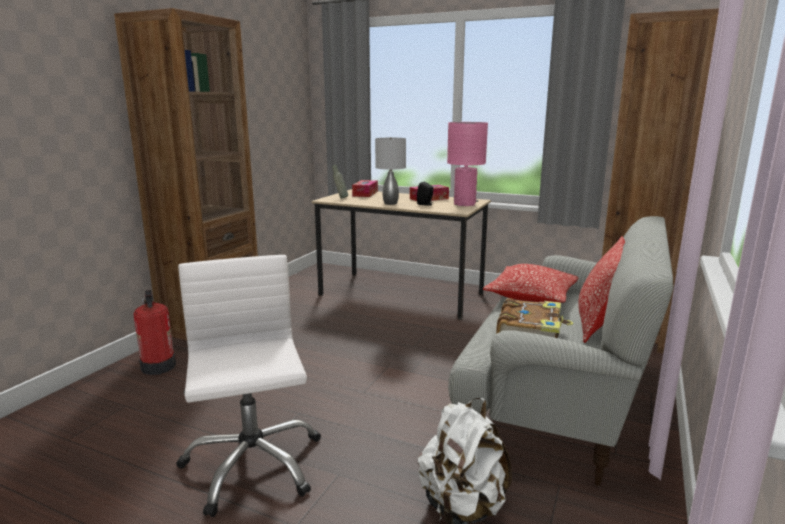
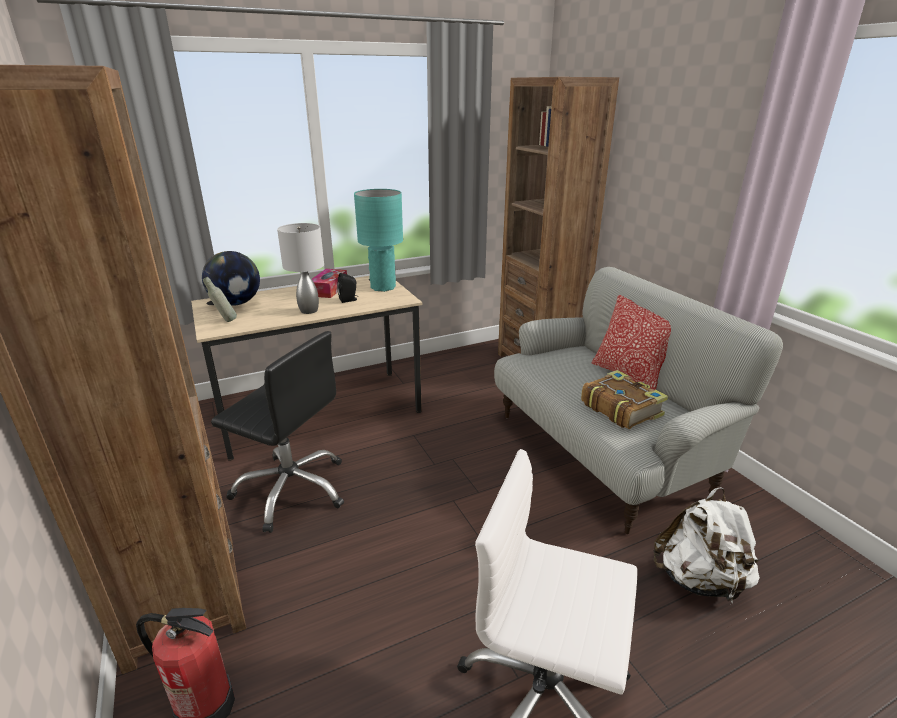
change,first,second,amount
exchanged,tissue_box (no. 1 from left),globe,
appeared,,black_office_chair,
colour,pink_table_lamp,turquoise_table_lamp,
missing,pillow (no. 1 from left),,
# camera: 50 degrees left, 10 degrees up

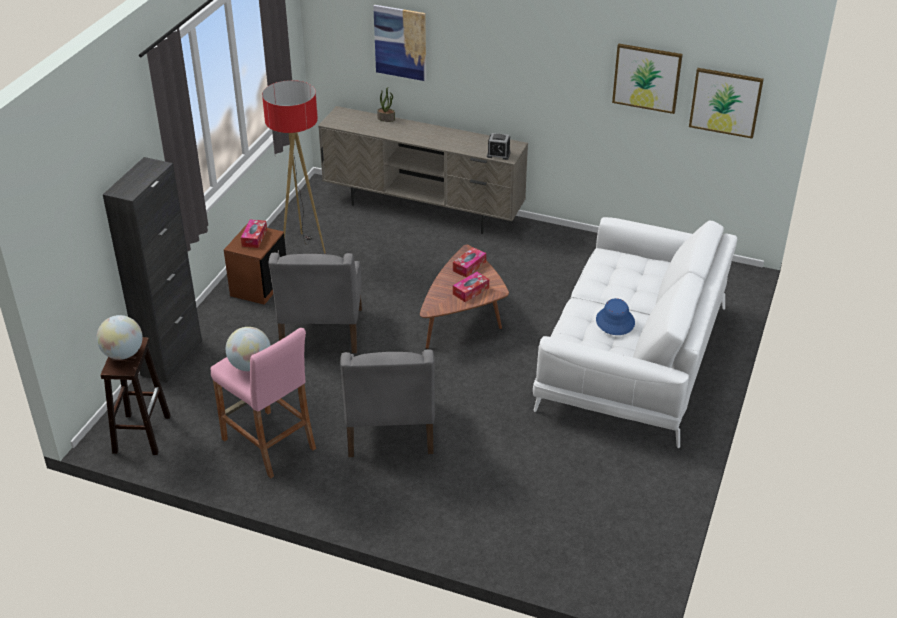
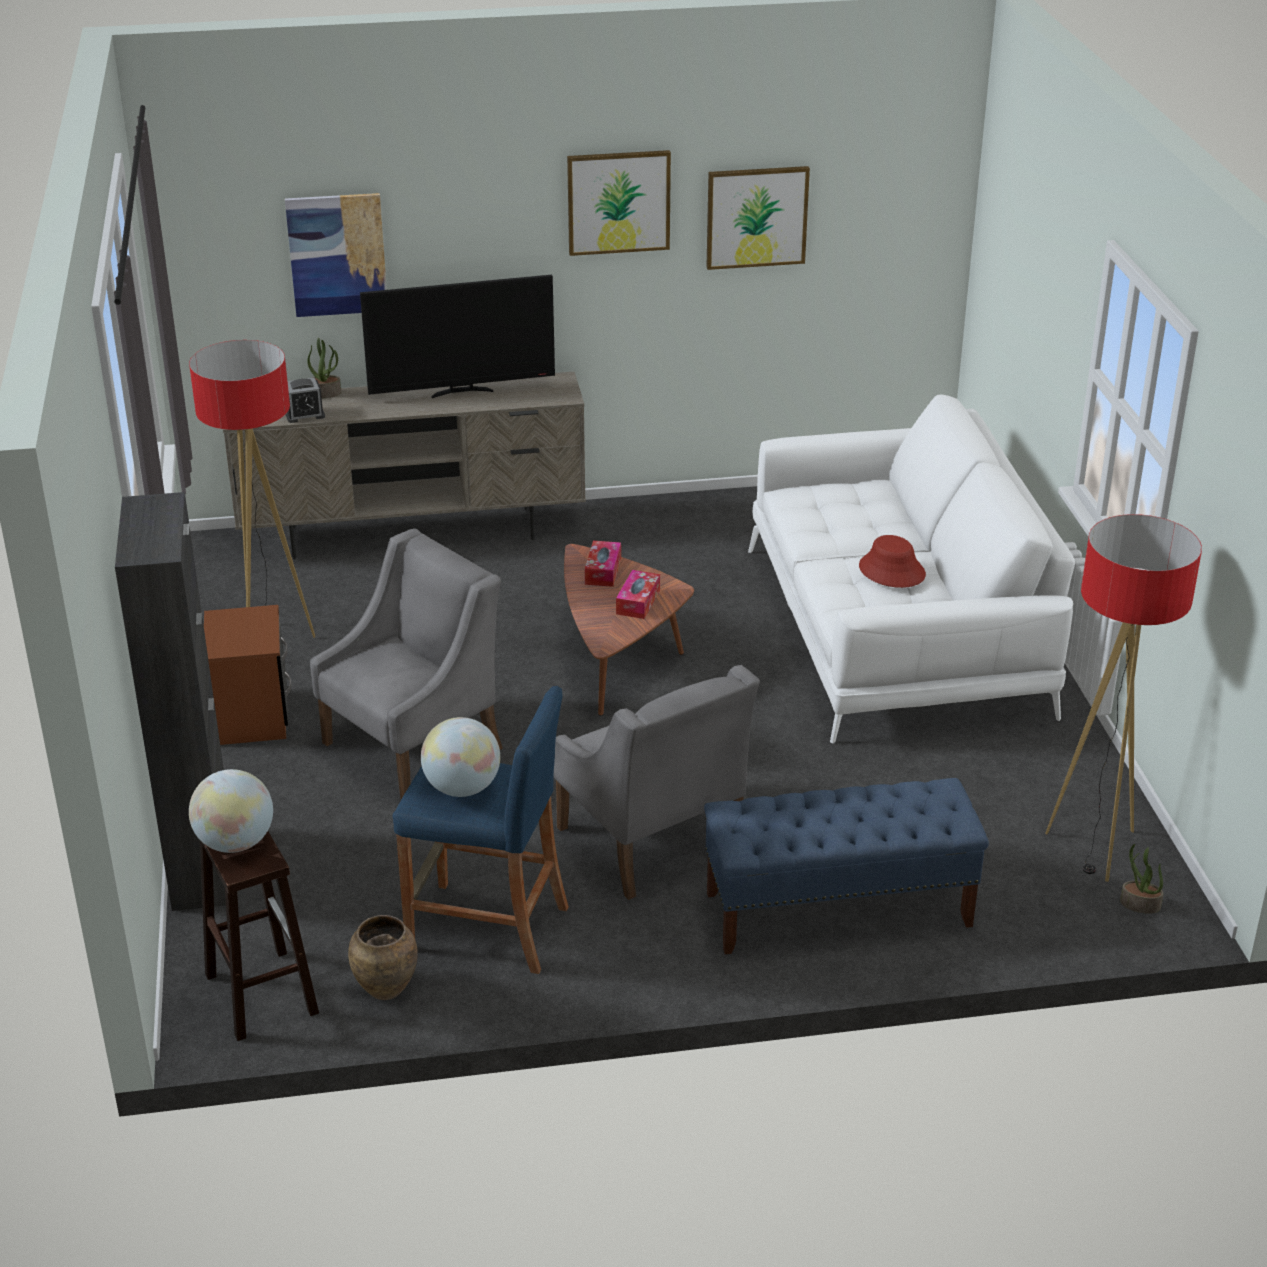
change,first,second,amount
relocated,alarm_clock,,
spun,grey_armchair (no. 1 from left),,105 degrees counterclockwise
appeared,,brown_vase,
appeared,,television,
colour,pink_stool,blue_stool,
relocated,picture (no. 3 from left in the first image),picture (no. 2 from left),
appeared,,blue_bench,
colour,blue_hat,red_hat,
appeared,,floor_lamp (no. 2 from left),
appeared,,potted_plant (no. 2 from left),
missing,tissue_box (no. 1 from left),,
# camera: 30 degrees left, 5 degrees down

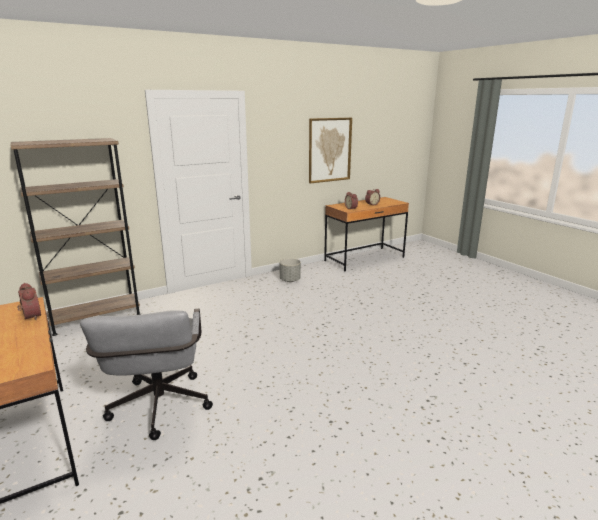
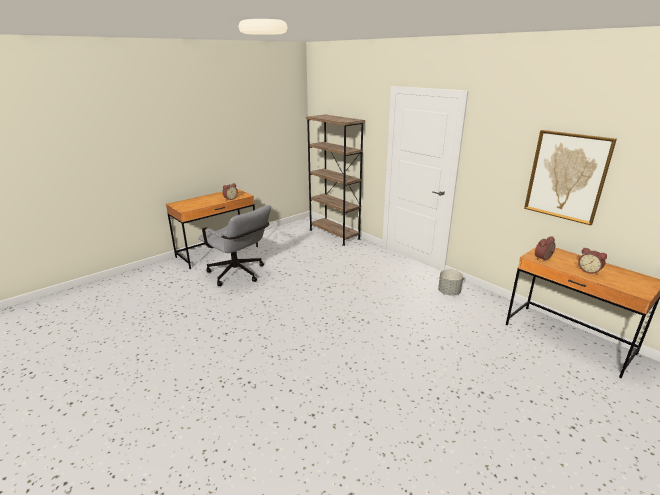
change,first,second,amount
spun,grey_office_chair,,120 degrees counterclockwise
# camera: 80 degrees right, 5 degrees up

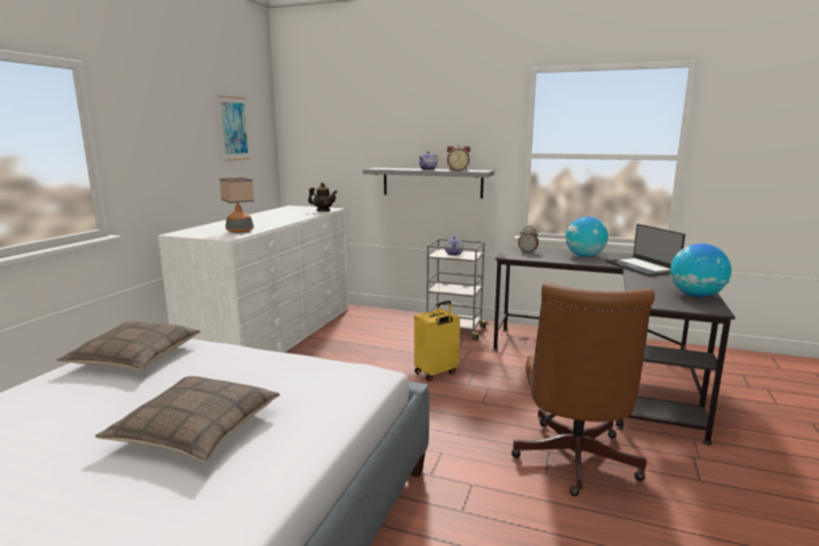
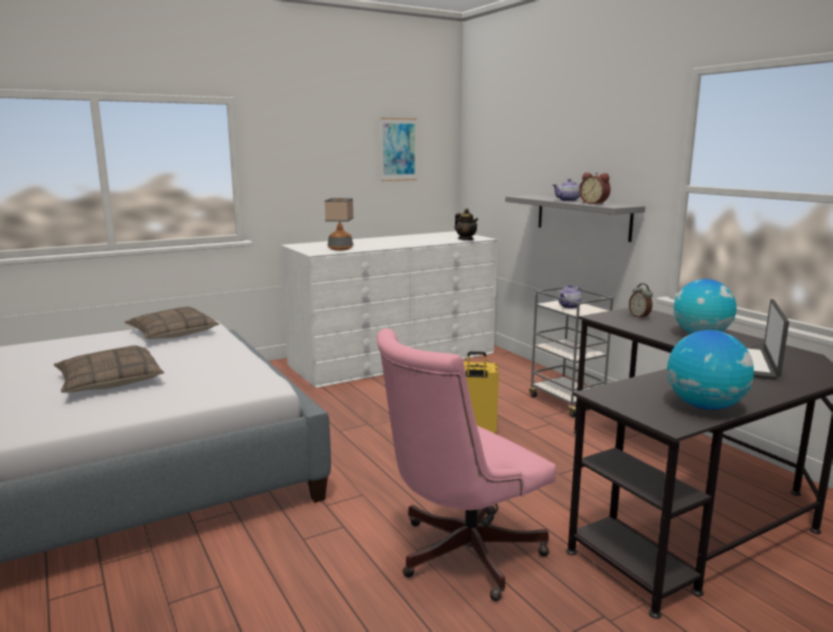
change,first,second,amount
colour,brown_office_chair,pink_office_chair,
# camera: 40 degrees right, 0 degrees up

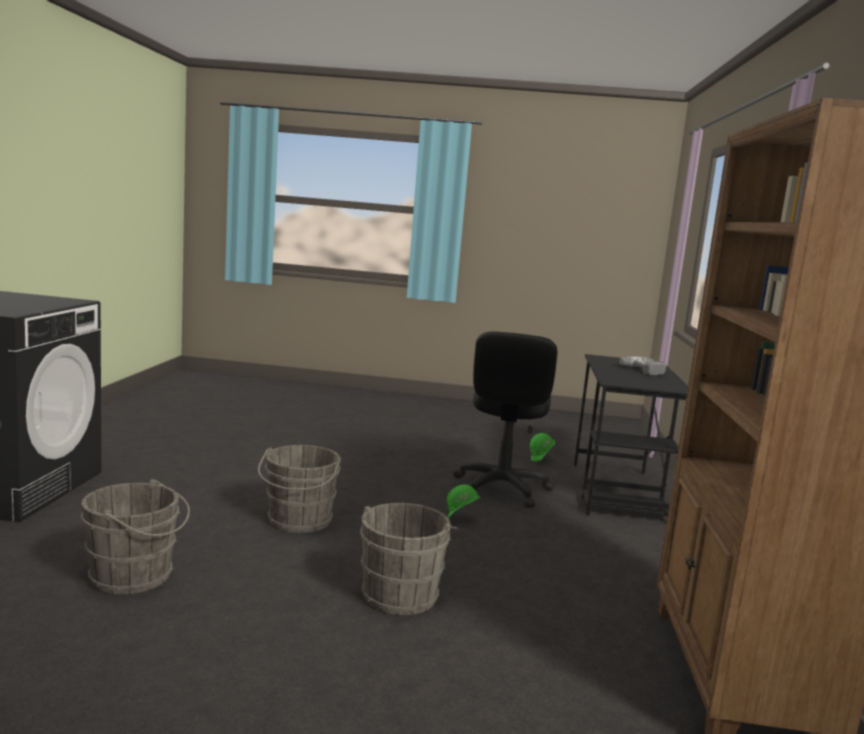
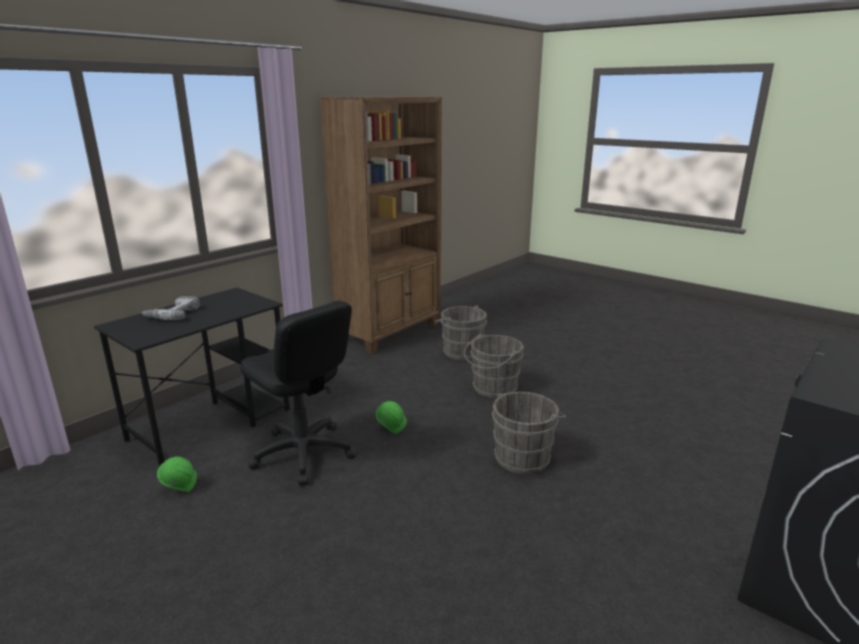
change,first,second,amount
spun,black_office_chair,,90 degrees clockwise
relocated,grey_bucket (no. 1 from left),,
# camera: 145 degrees left, 10 degrees up

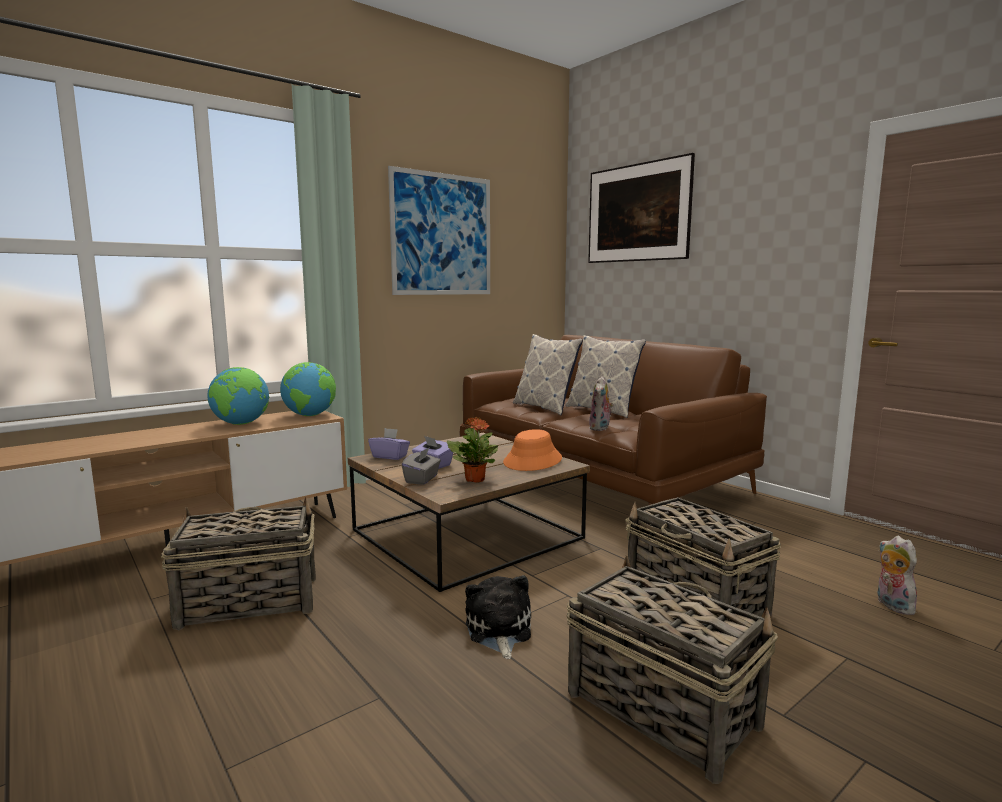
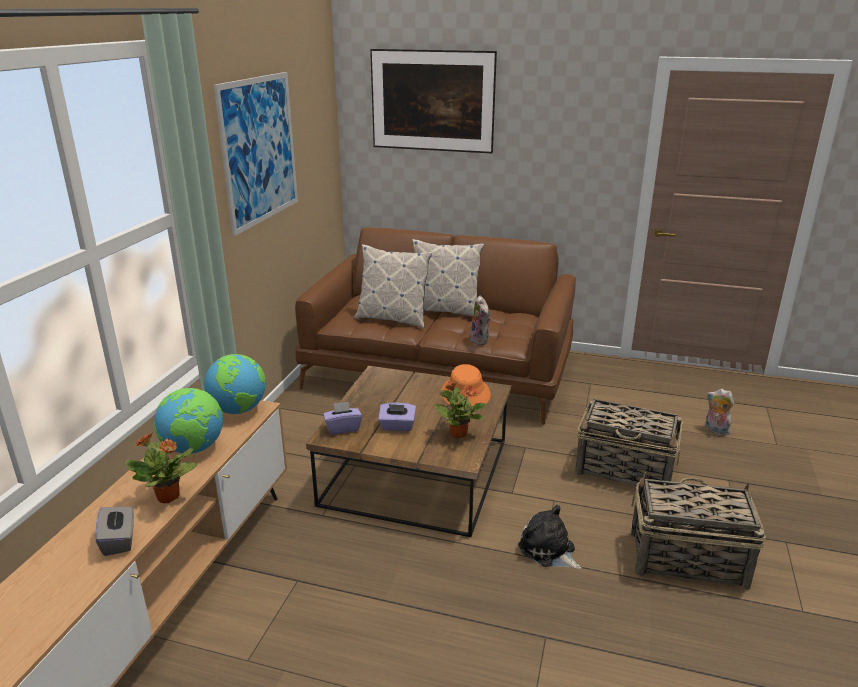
change,first,second,amount
relocated,grey_tissue_box,,
appeared,,potted_plant (no. 1 from left),
missing,basket (no. 1 from left),,
# camera: 35 degrees left, 15 degrees up

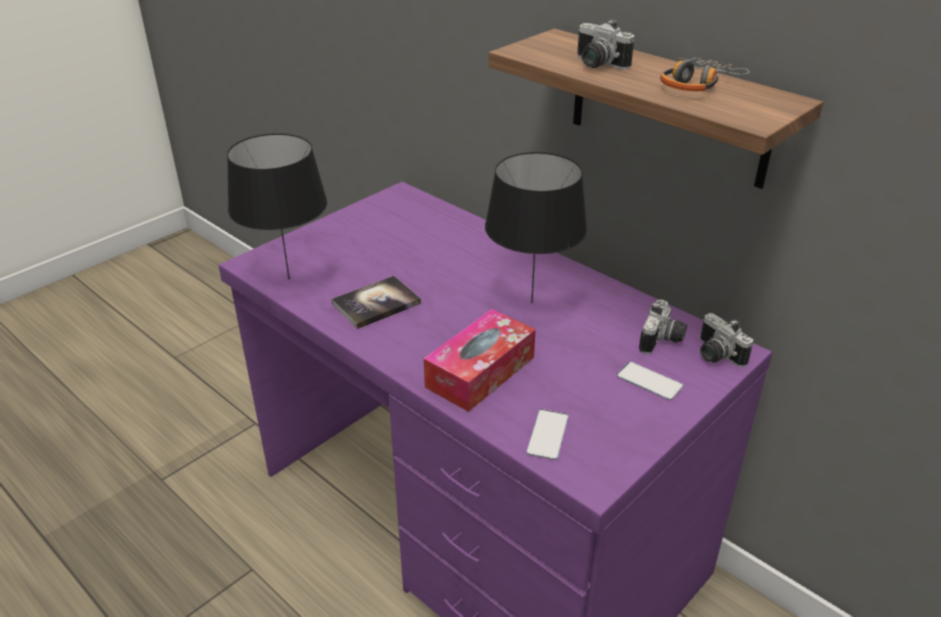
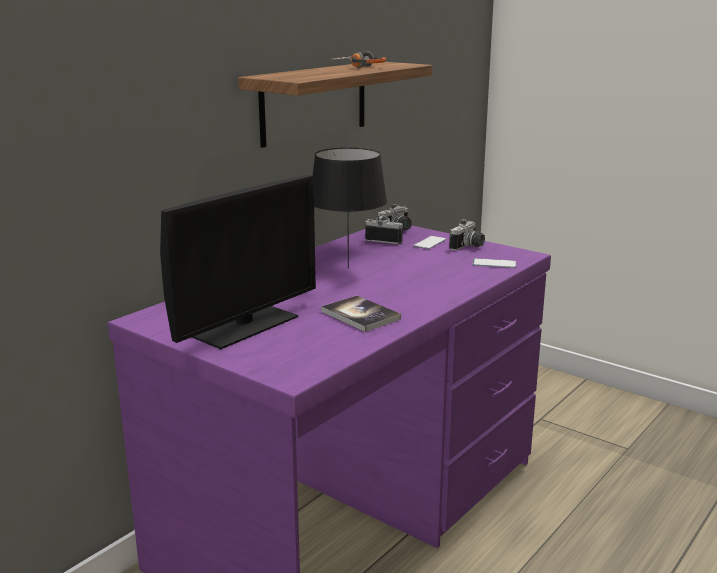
change,first,second,amount
appeared,,monitor,
relocated,photo_camera (no. 1 from left in the first image),photo_camera (no. 3 from left),
missing,black_table_lamp (no. 1 from left),,
missing,tissue_box,,
# camera: 95 degrees left, 15 degrees down

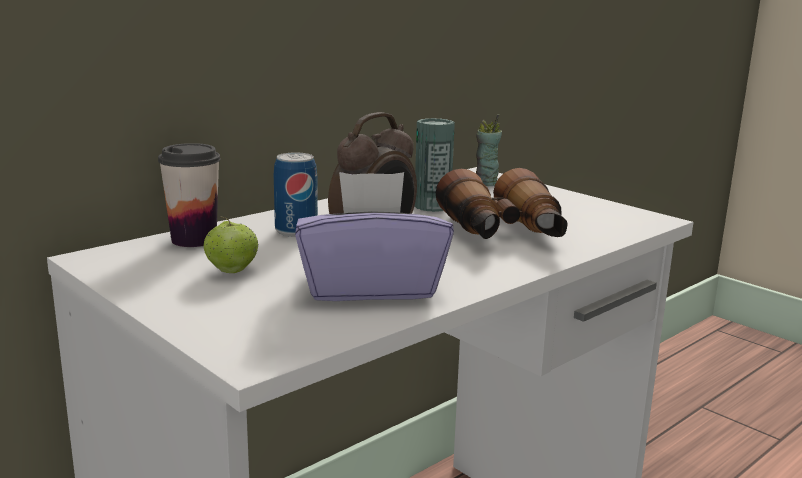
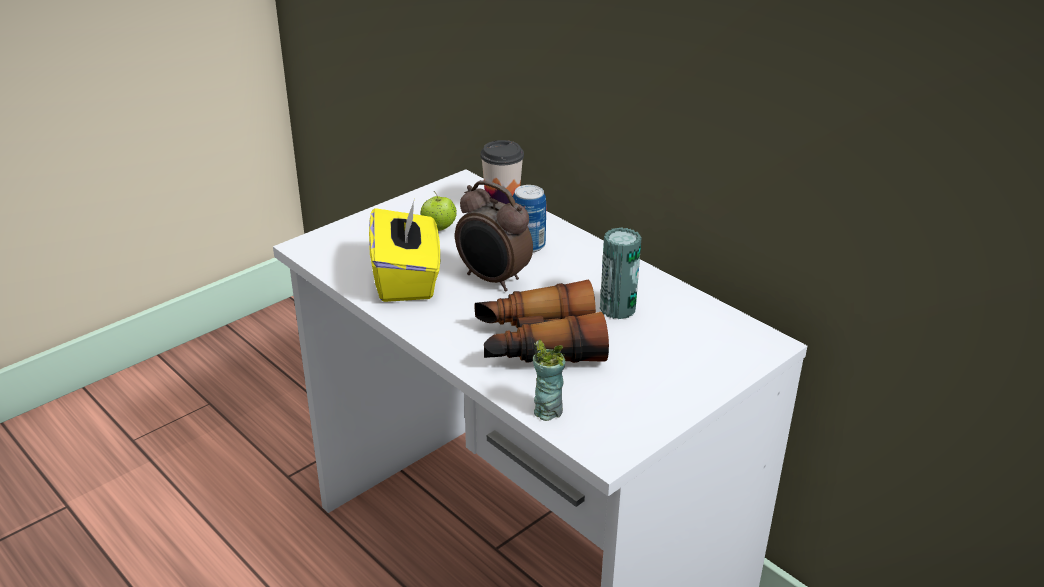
change,first,second,amount
colour,purple_tissue_box,yellow_tissue_box,
relocated,cup (no. 2 from left),,
# camera: 90 degrees right, 15 degrees up

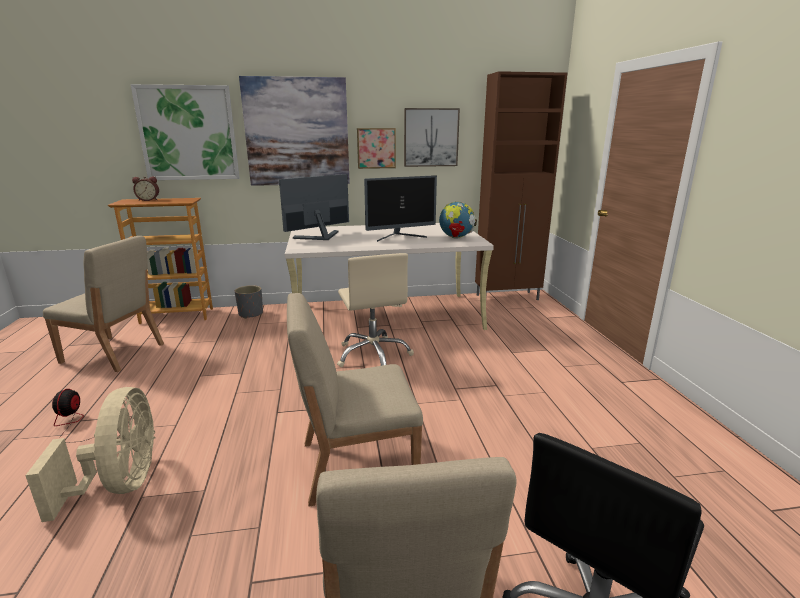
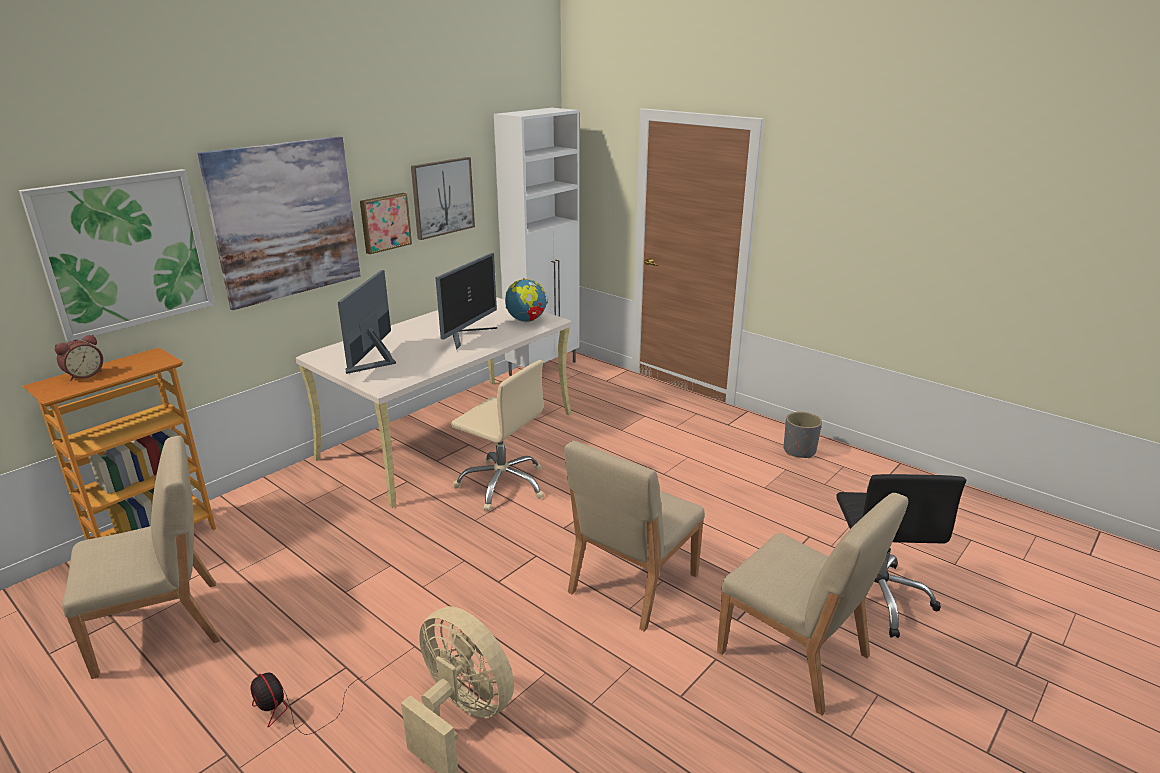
change,first,second,amount
colour,brown_cabinet,white_cabinet,
relocated,grey_planter,,
# camera: 40 degrees left, 5 degrees up

